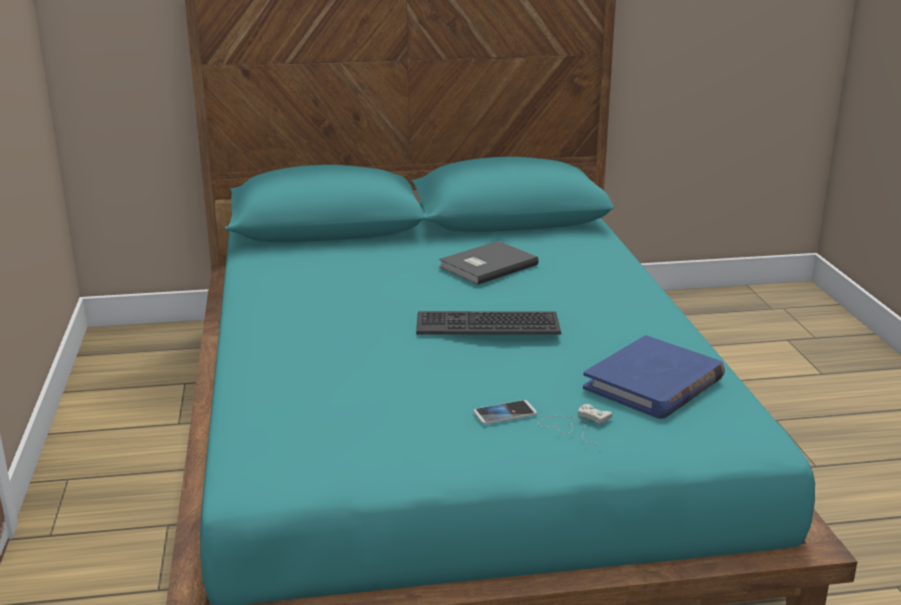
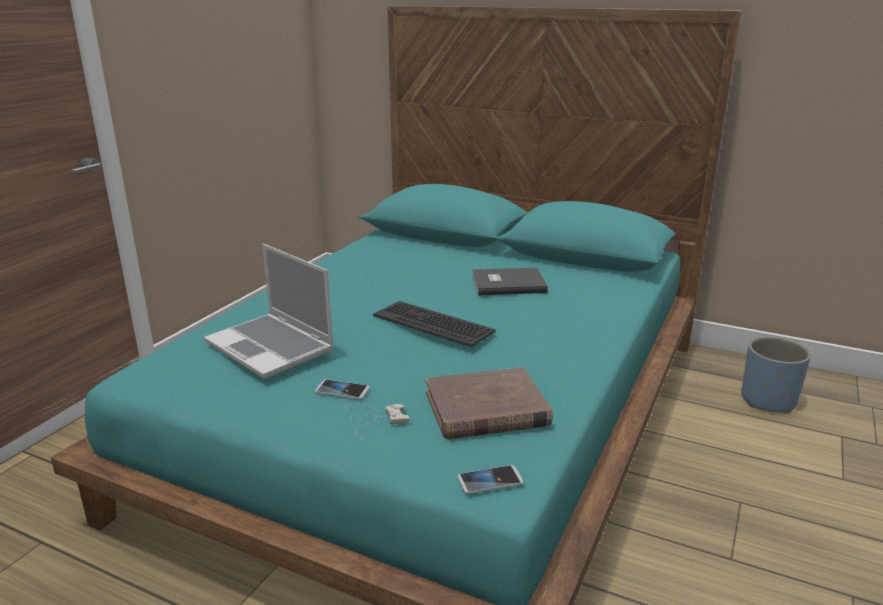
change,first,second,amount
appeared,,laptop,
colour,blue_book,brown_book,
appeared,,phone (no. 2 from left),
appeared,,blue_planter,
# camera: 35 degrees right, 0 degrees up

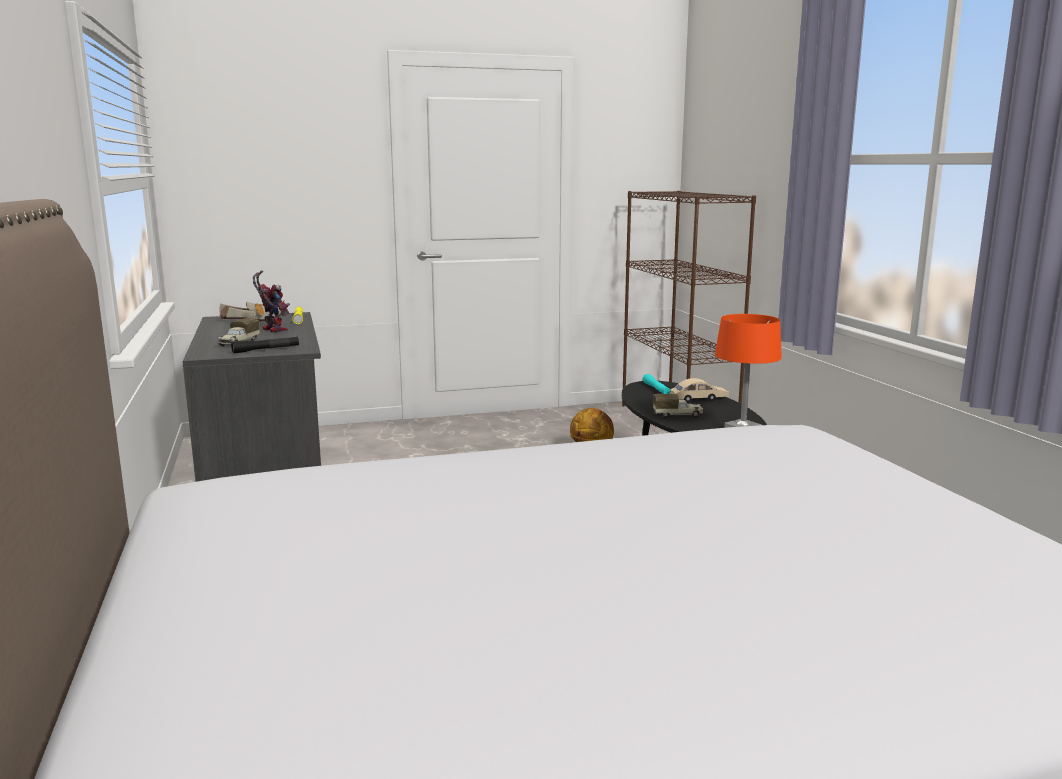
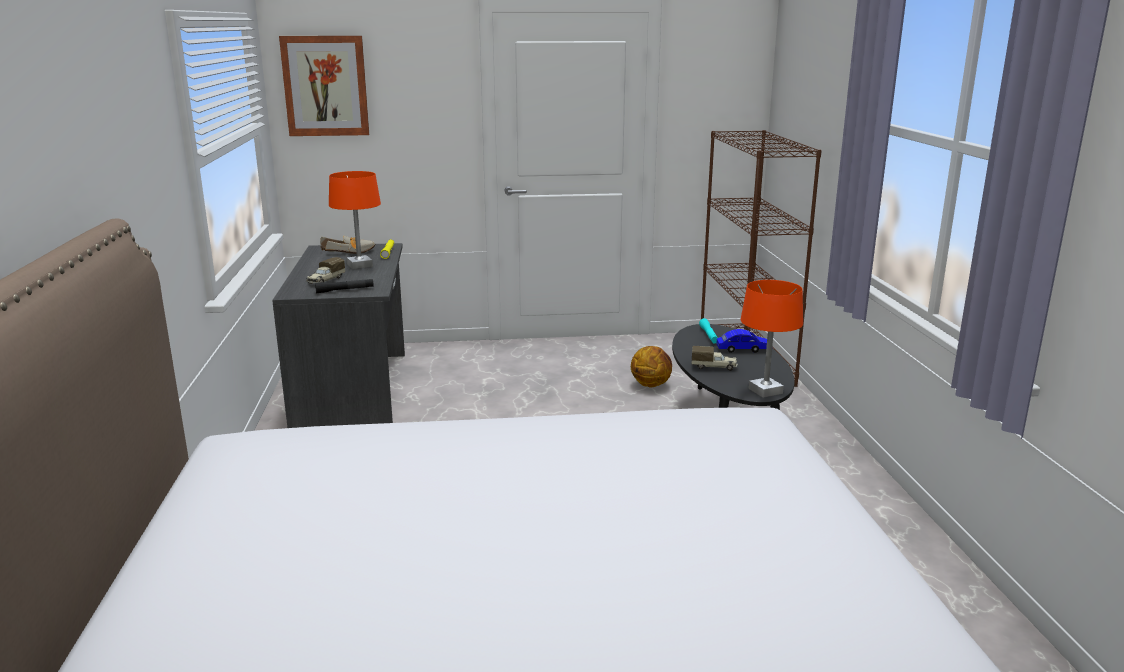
change,first,second,amount
appeared,,picture,
exchanged,toy_robot,orange_table_lamp (no. 1 from left),
colour,beige_toy_car,blue_toy_car,
# camera: 10 degrees right, 5 degrees up

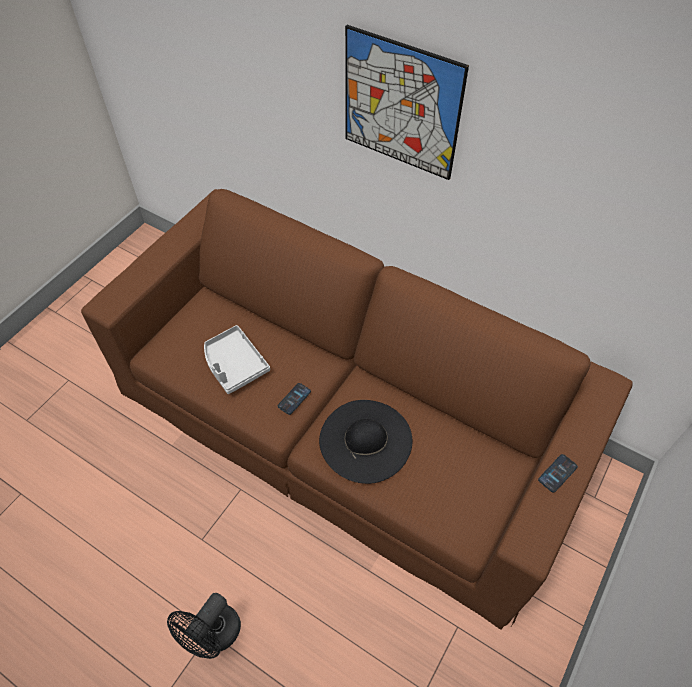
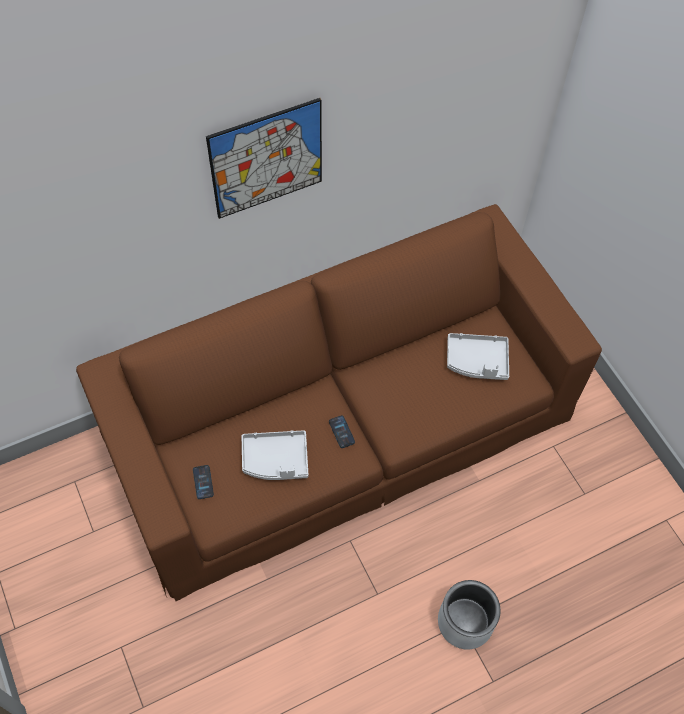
change,first,second,amount
relocated,phone (no. 2 from left in the first image),phone (no. 1 from left),
exchanged,black_fan,grey_planter,
appeared,,grey_tray (no. 2 from left),
missing,black_hat,,
# camera: 60 degrees left, 5 degrees up

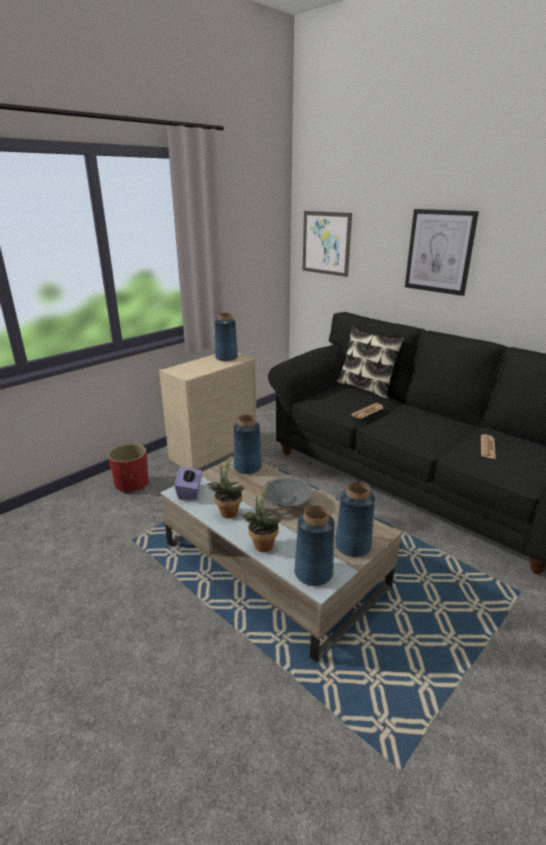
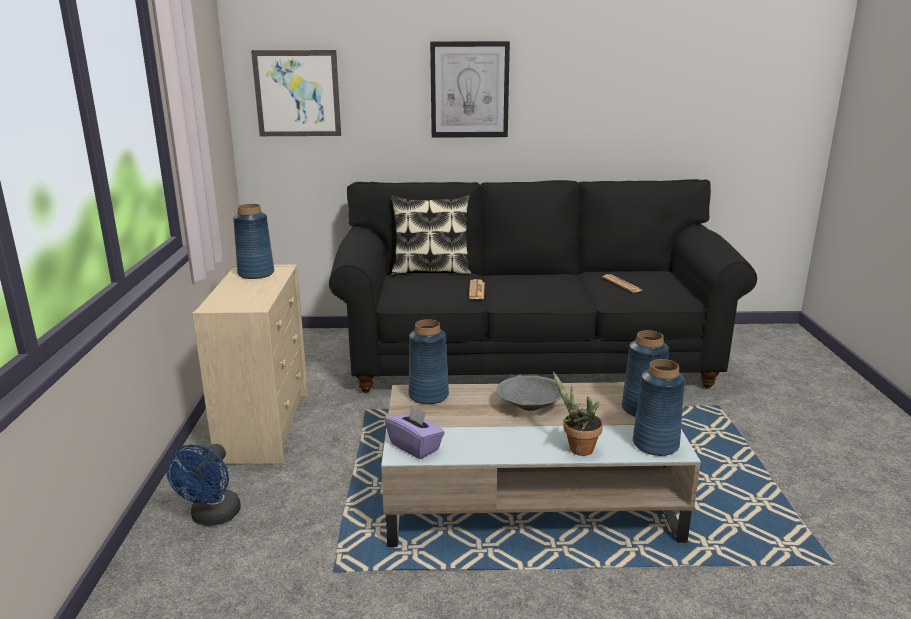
change,first,second,amount
exchanged,red_planter,blue_fan,
missing,potted_plant (no. 1 from left),,
# camera: 45 degrees left, 5 degrees down

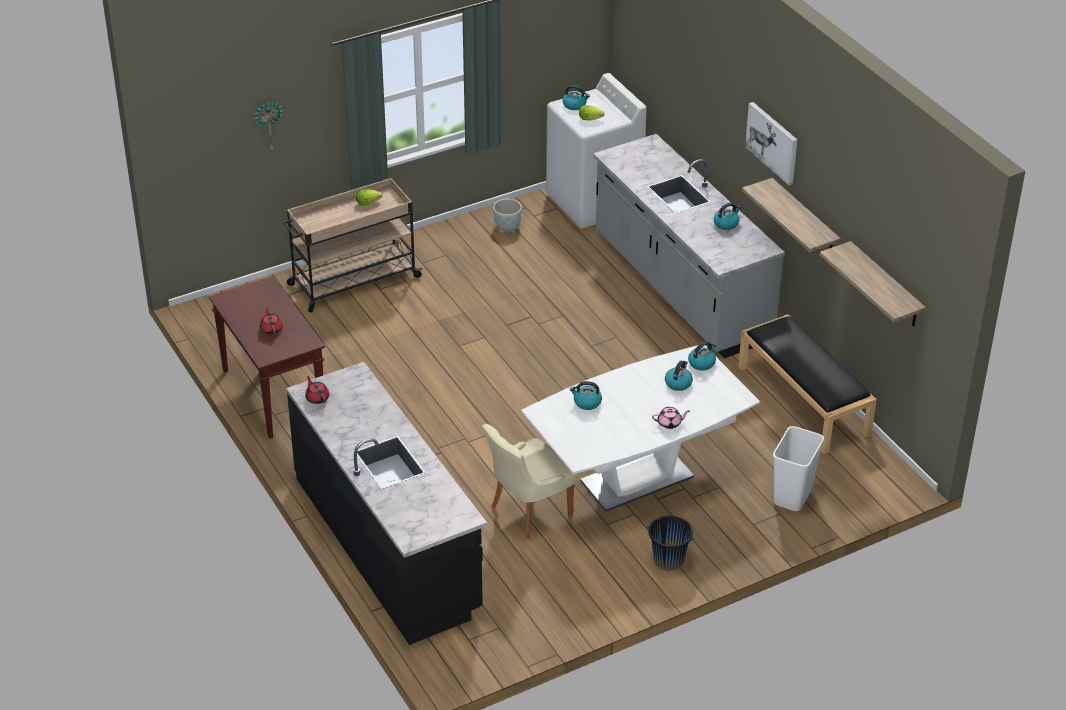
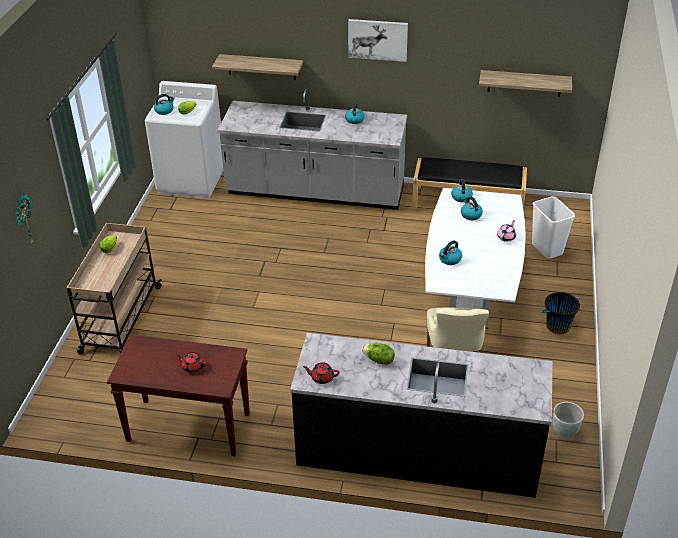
change,first,second,amount
relocated,shelf (no. 1 from left),,
appeared,,lettuce (no. 3 from left),
relocated,grey_planter,,
# camera: 50 degrees left, 0 degrees up

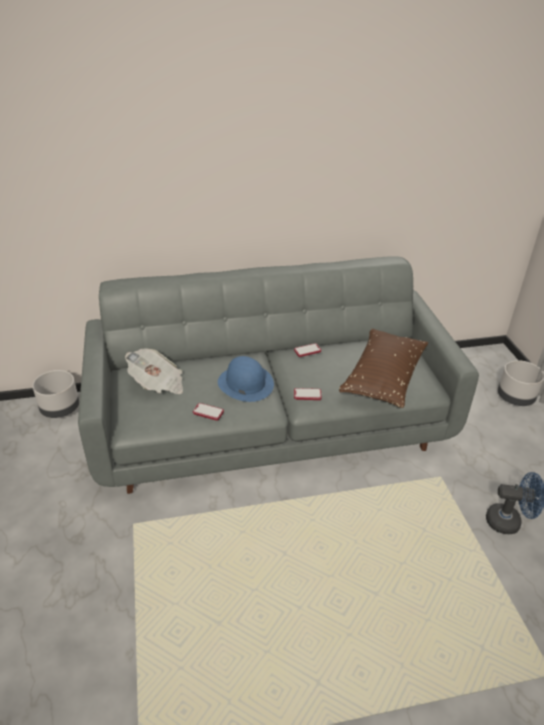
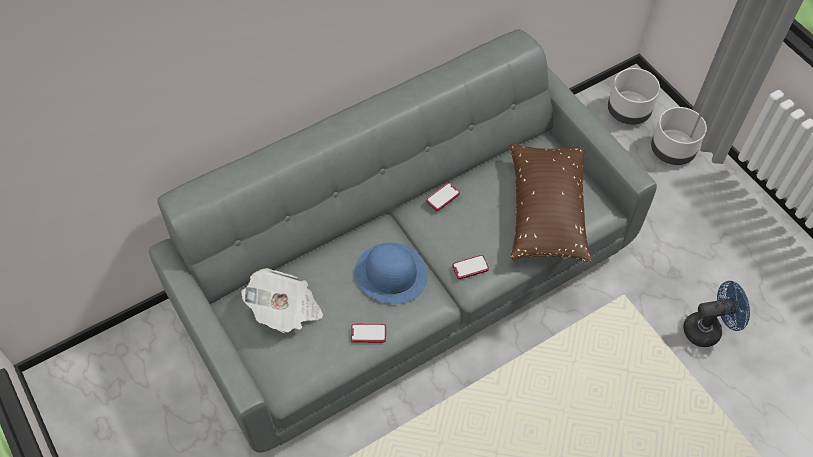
change,first,second,amount
relocated,grey_planter (no. 1 from left),,
# camera: 20 degrees left, 20 degrees up

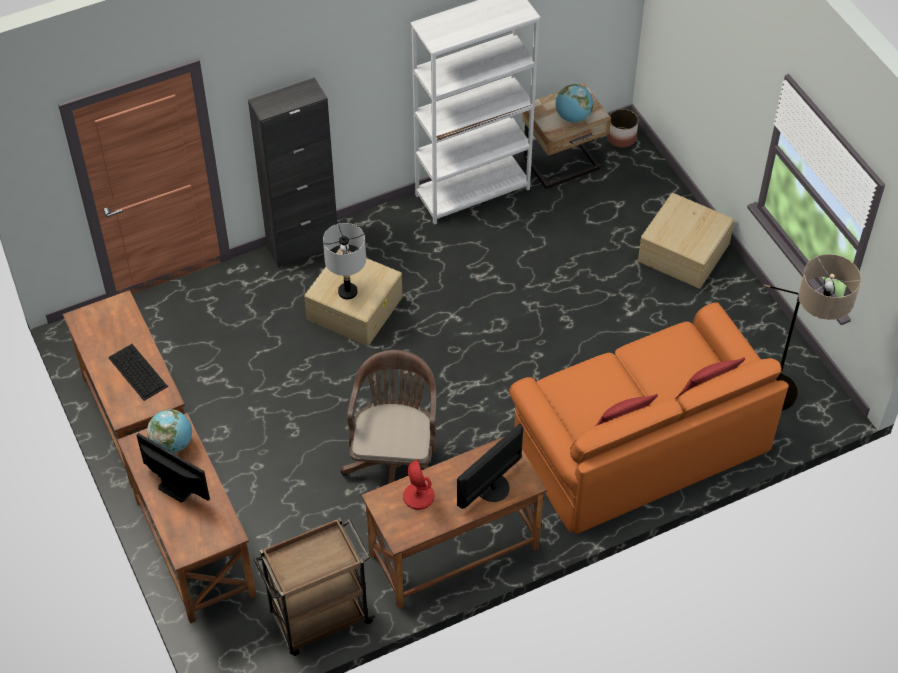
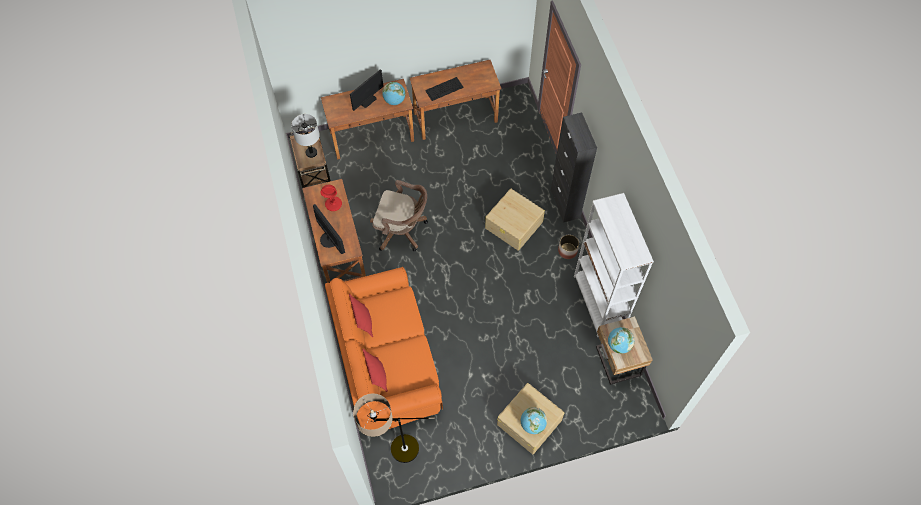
change,first,second,amount
relocated,grey_table_lamp,,
appeared,,globe (no. 2 from left),
relocated,planter,,
# camera: 100 degrees right, 10 degrees up

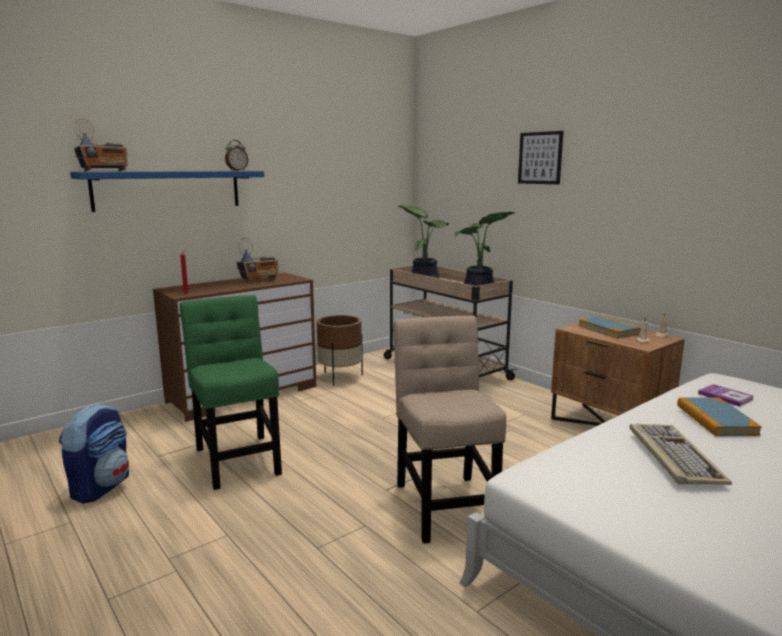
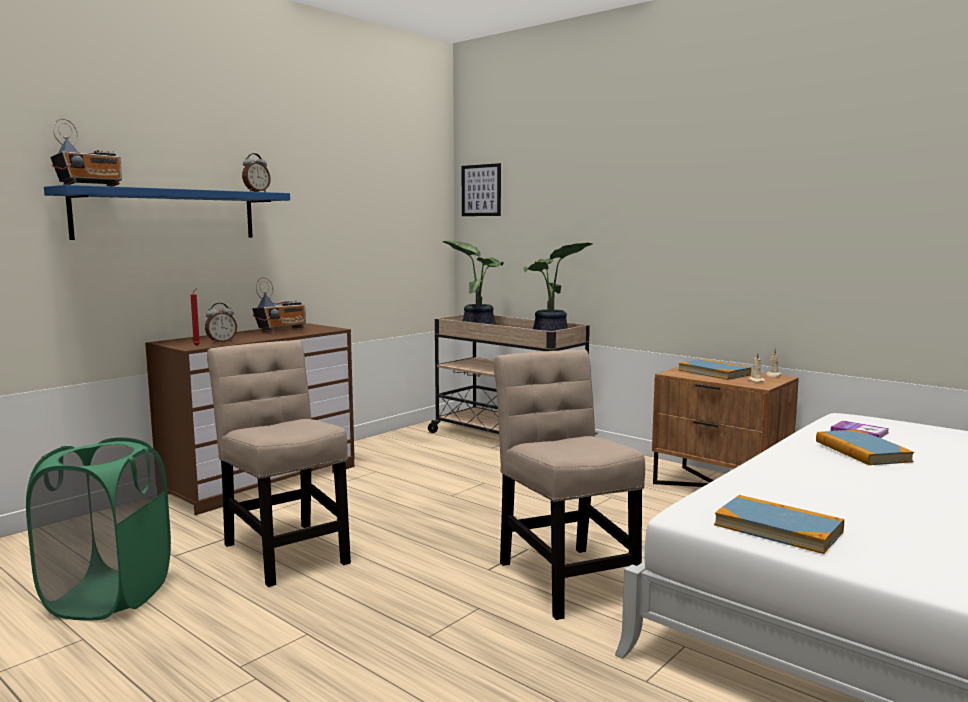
change,first,second,amount
exchanged,backpack,green_laundry_basket,
appeared,,alarm_clock (no. 1 from left),
colour,green_chair,beige_chair (no. 1 from left),
relocated,picture,,
appeared,,book (no. 2 from left),
missing,brown_planter,,
missing,keyboard,,
# camera: 10 degrees left, 5 degrees down

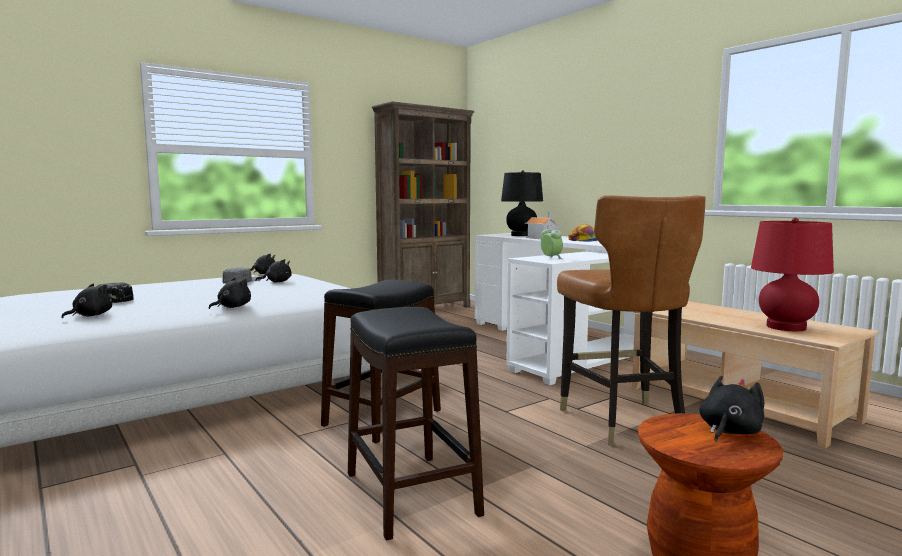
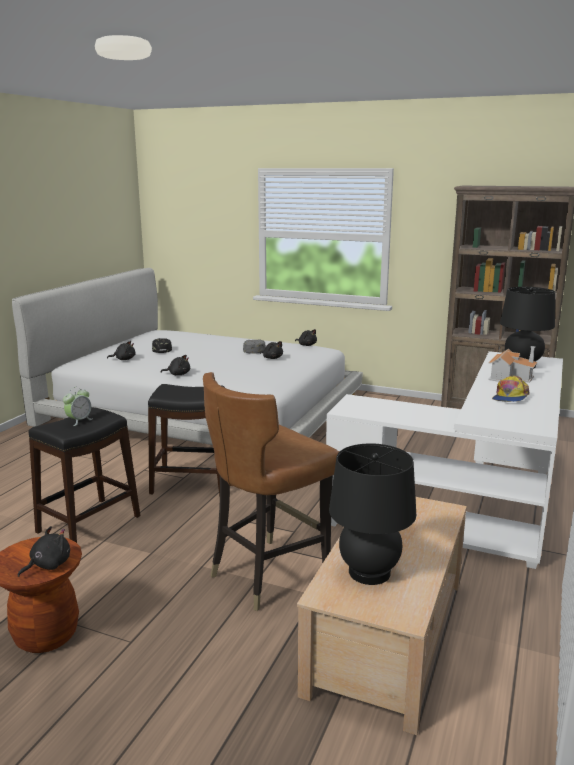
change,first,second,amount
spun,black_plush_toy (no. 5 from left in the first image),black_plush_toy (no. 1 from left),60 degrees counterclockwise
relocated,alarm_clock,,
colour,red_table_lamp,black_table_lamp (no. 1 from left),
# camera: 60 degrees right, 10 degrees up

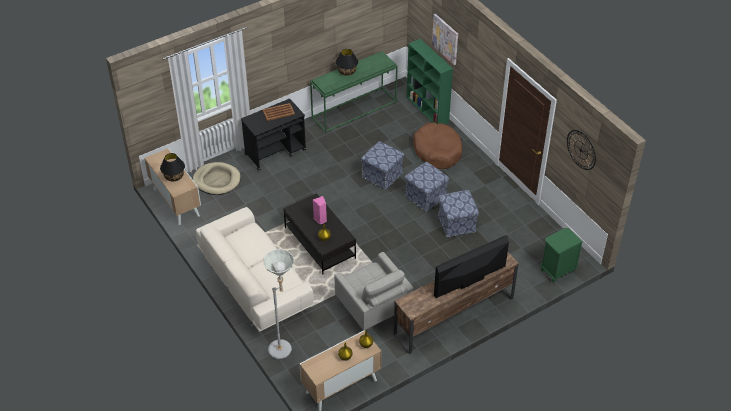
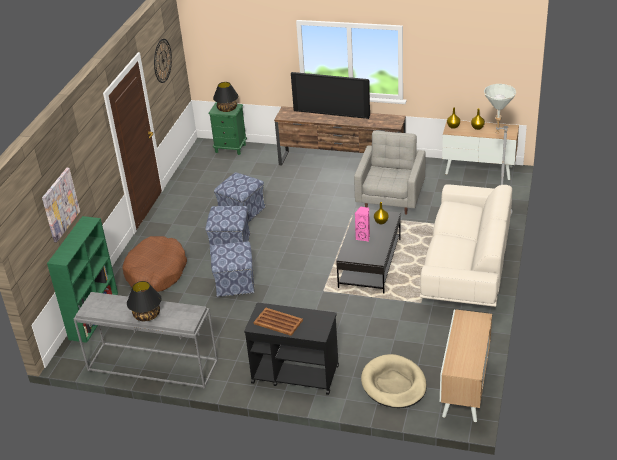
change,first,second,amount
colour,green_console_table,grey_console_table,
relocated,black_table_lamp (no. 1 from left in the first image),black_table_lamp (no. 2 from left),
# camera: 130 degrees left, 10 degrees down

